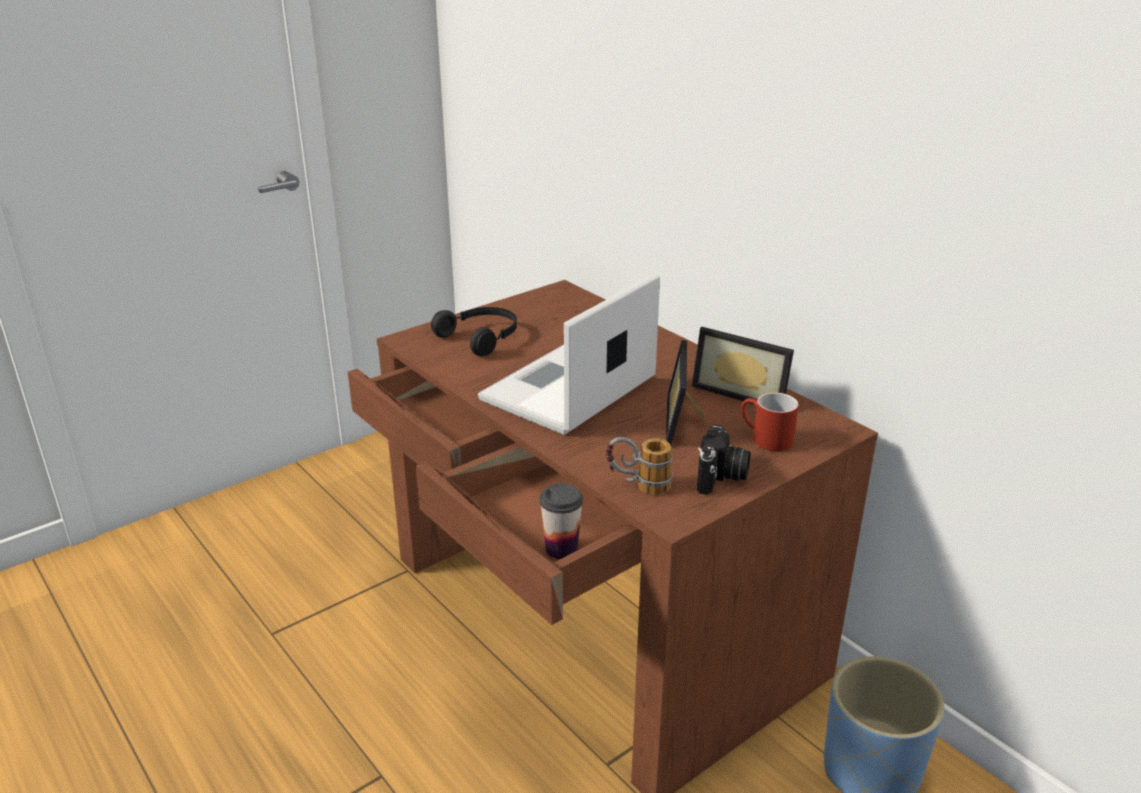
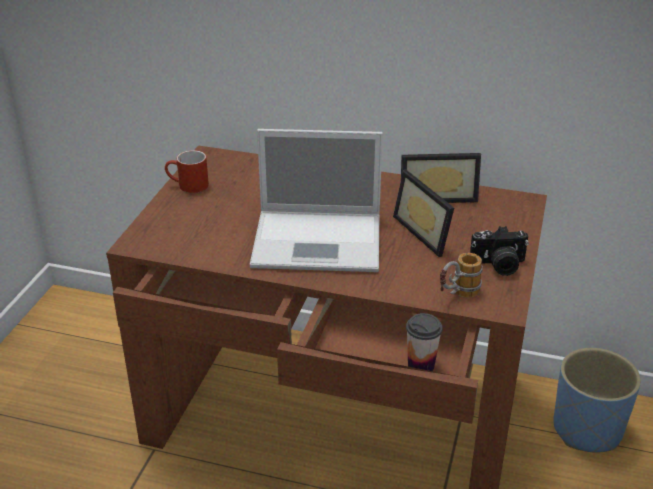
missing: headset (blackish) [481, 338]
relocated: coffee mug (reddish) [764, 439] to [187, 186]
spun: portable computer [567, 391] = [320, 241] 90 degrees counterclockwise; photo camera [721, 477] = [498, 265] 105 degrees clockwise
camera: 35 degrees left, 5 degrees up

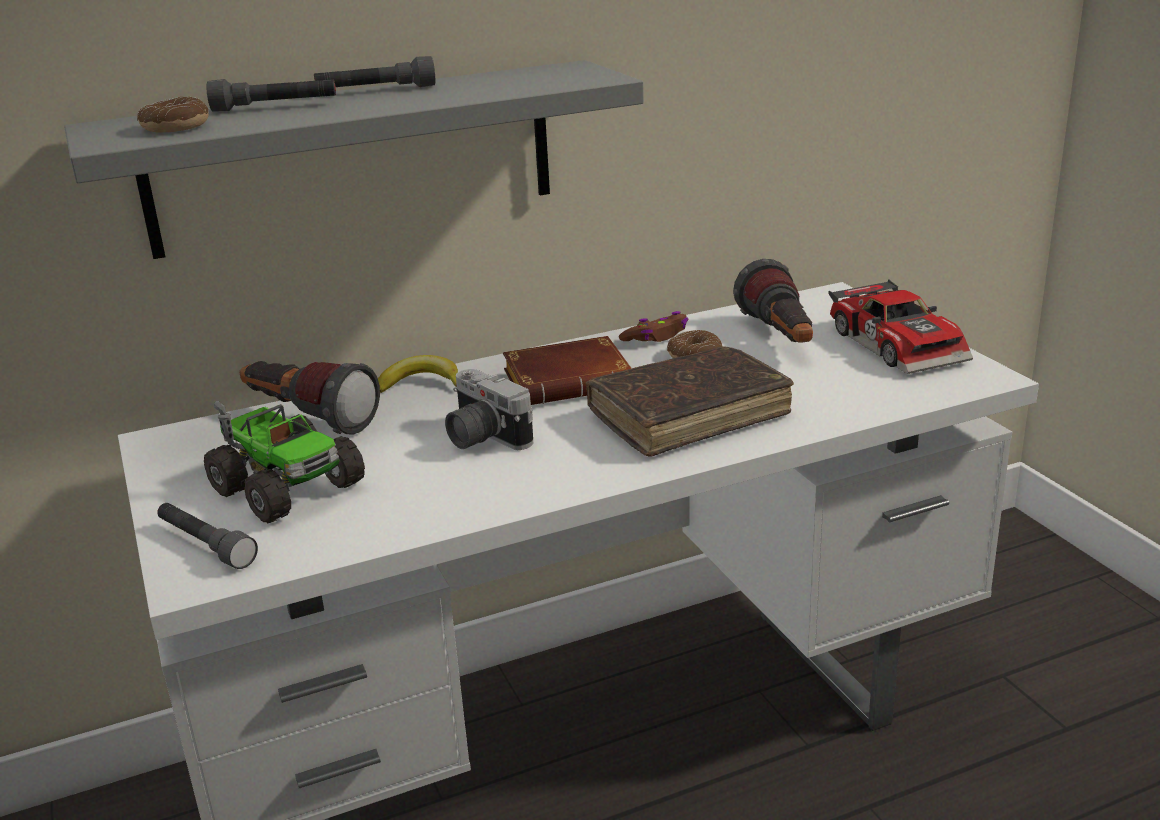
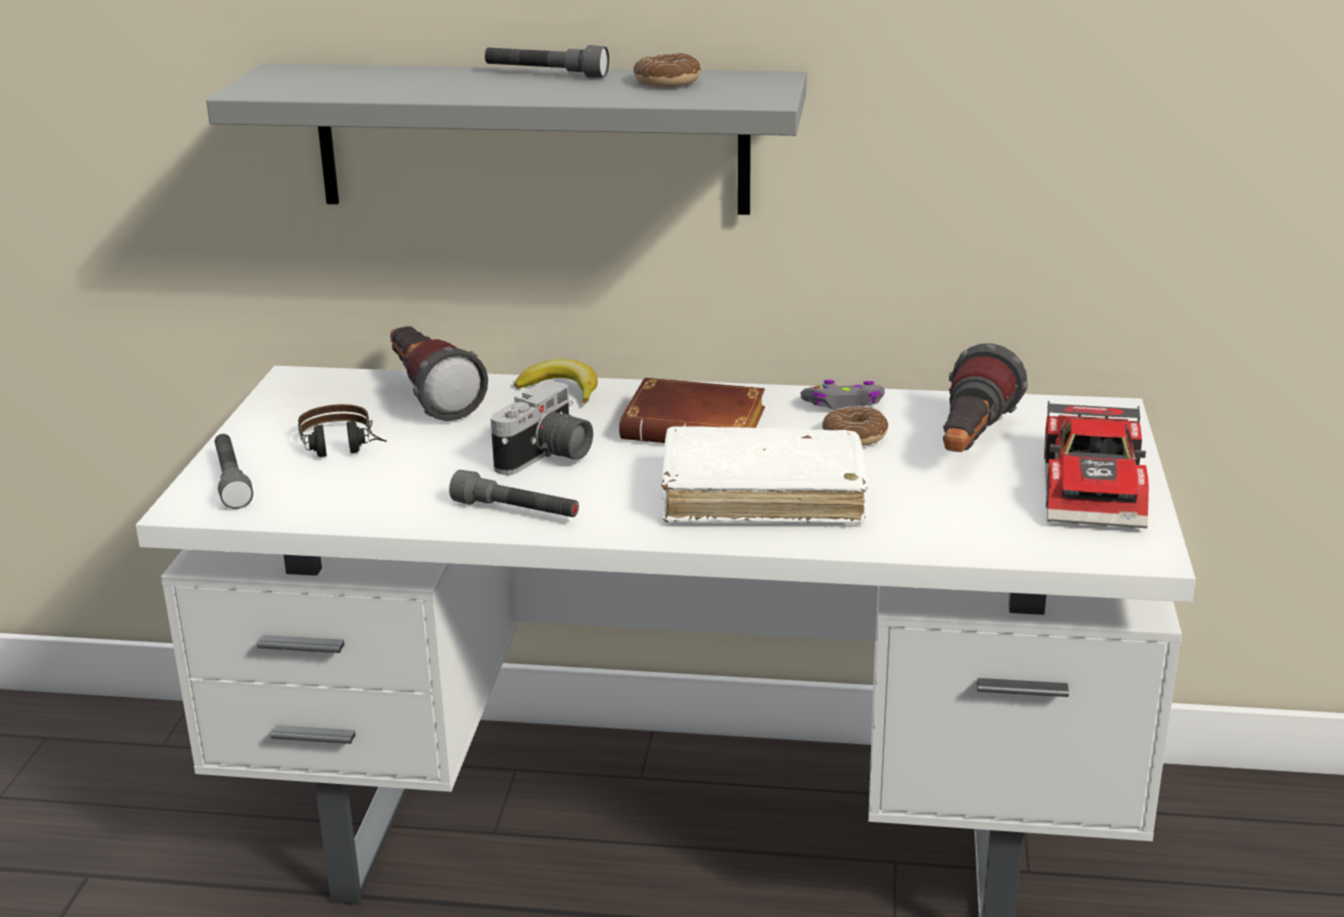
relocated: flashlight (grey) [275, 107] to [516, 512]; donut [176, 127] to [667, 82]
exchanged: model truck [286, 486] to headset [343, 451]
colour: gamepad (brownish) [656, 337] to gamepad (grey) [844, 405]; bound book (brownish) [688, 416] to bound book (whitish) [762, 495]
spun: photo camera [481, 438] = [548, 458] 135 degrees counterclockwise
camera: 30 degrees right, 0 degrees up

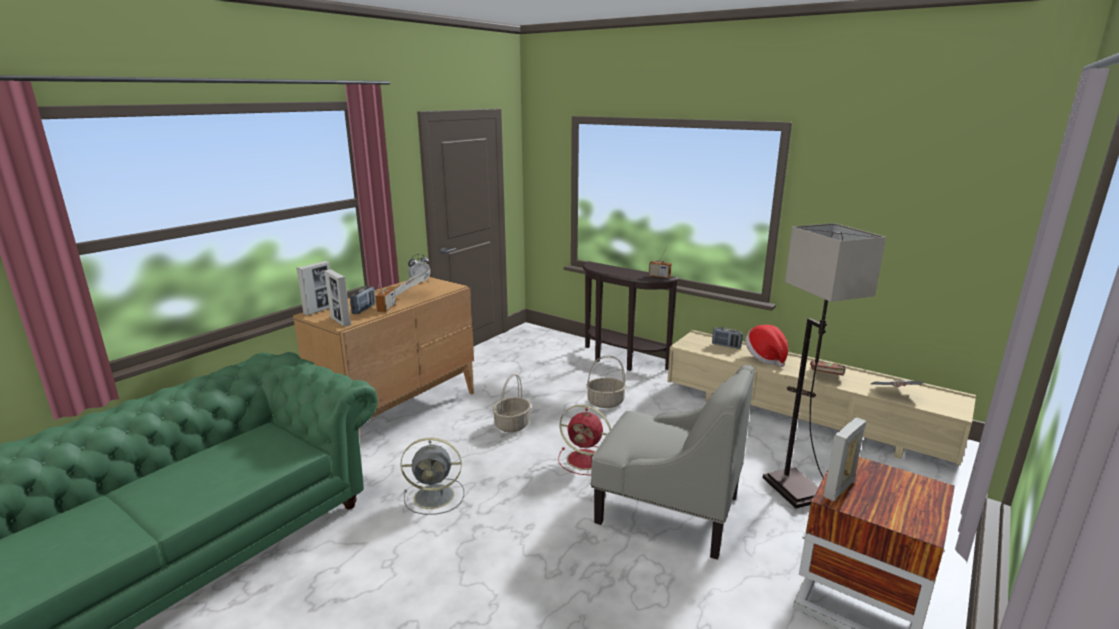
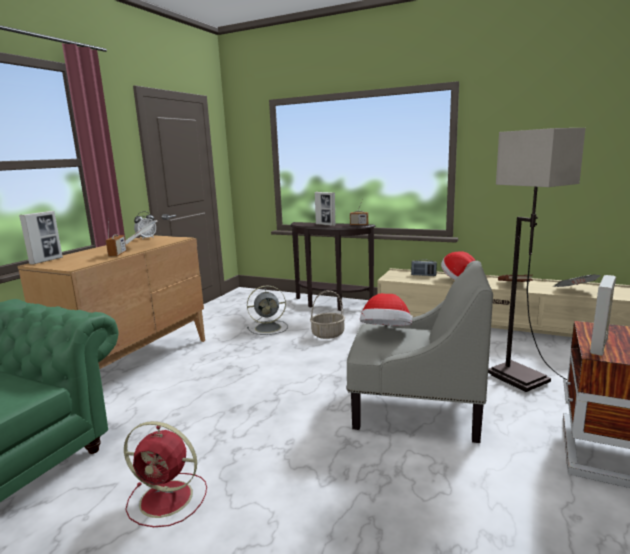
missing: radio receiver [364, 309]; storage basket [512, 424]
appeared: clothing hat [386, 332]
relocated: photo frame [340, 321] to [325, 225]; cooling fan (reddish) [586, 460] to [168, 499]; cooling fan (grey) [436, 496] to [269, 327]
camera: 10 degrees left, 5 degrees down

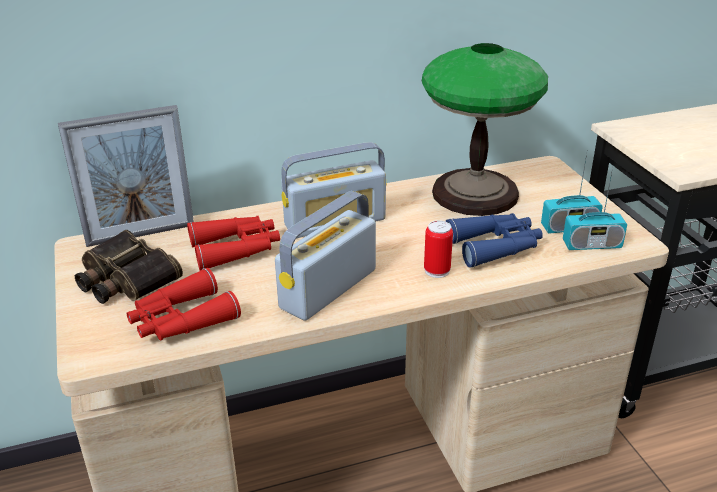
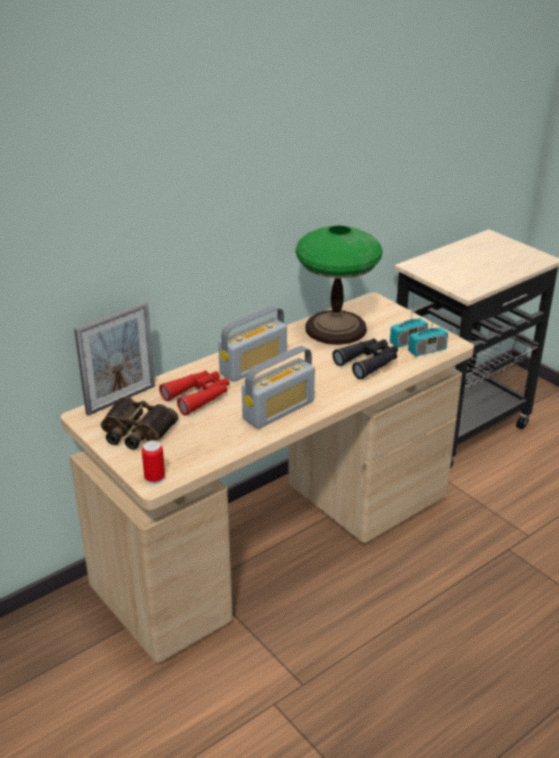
missing: field glasses (reddish) [181, 320]
relocated: can [437, 270] to [154, 478]
colour: field glasses (bluish) [495, 246] to field glasses (blackish) [368, 362]
spun: radio receiver [328, 289] = [279, 410] 150 degrees counterclockwise
camera: 20 degrees left, 0 degrees up

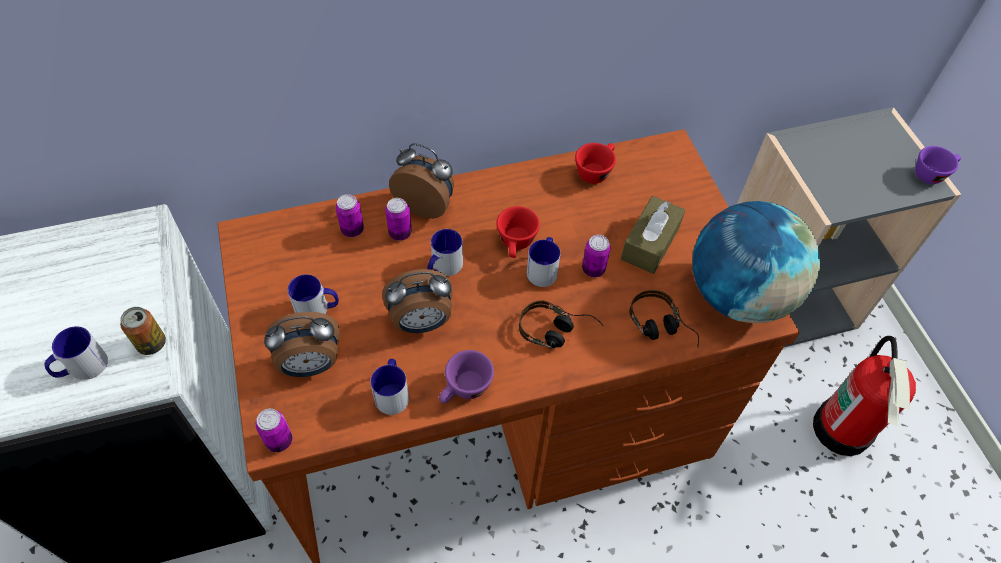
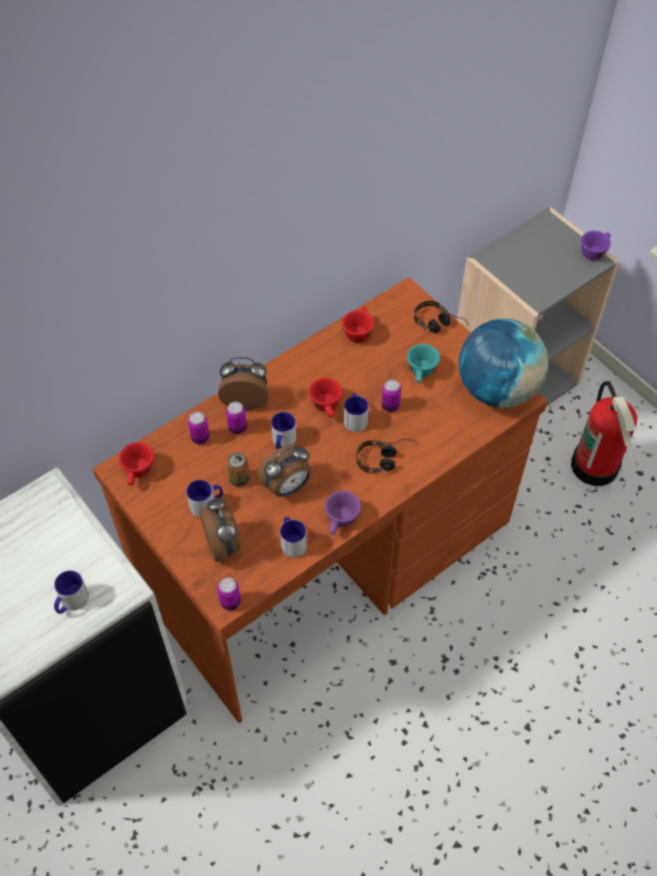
appeared: small cup (reddish) [138, 472]
relocated: headset [661, 330] to [439, 325]; can [151, 343] to [239, 479]
exchanged: box of tissues (brownish) [650, 243] to small cup (turquoise) [421, 373]
spun: bedside clock [310, 365] = [223, 544] 75 degrees counterclockwise
camera: 20 degrees left, 0 degrees up

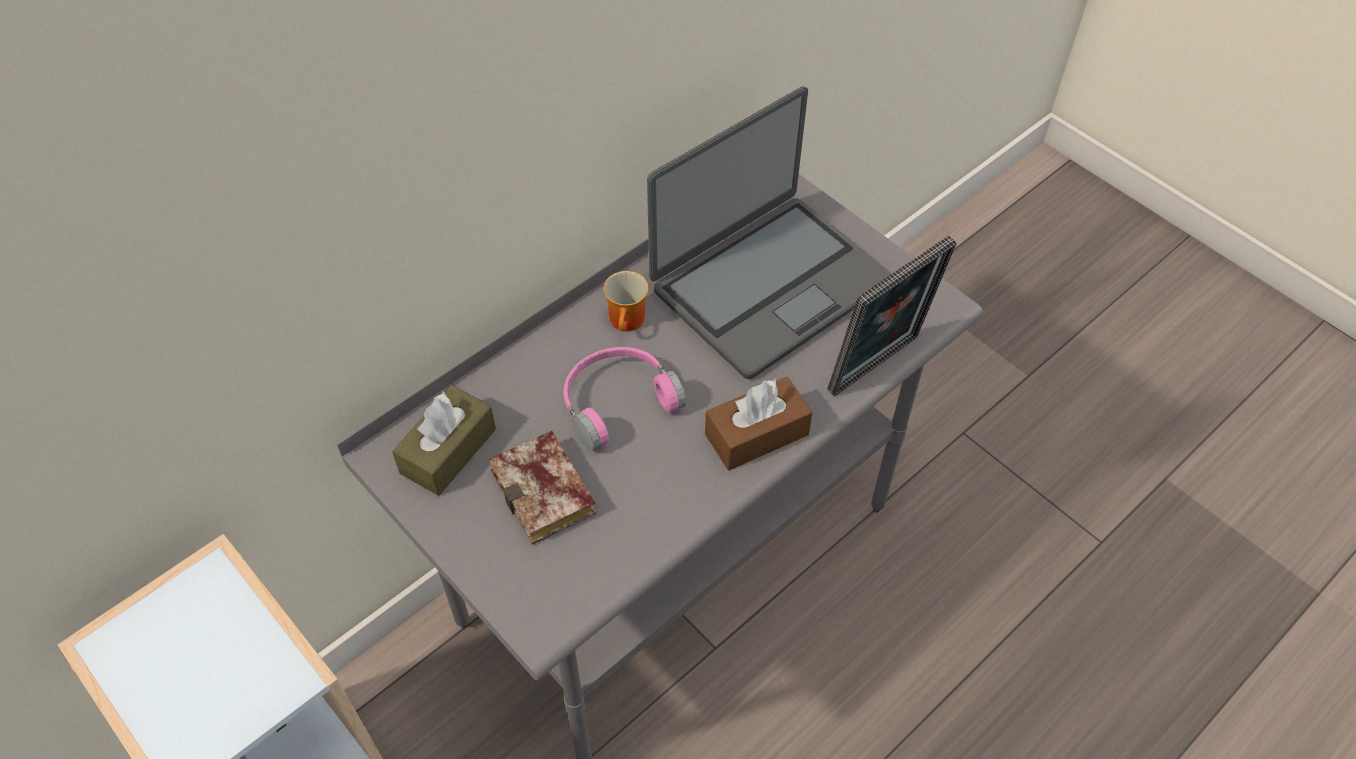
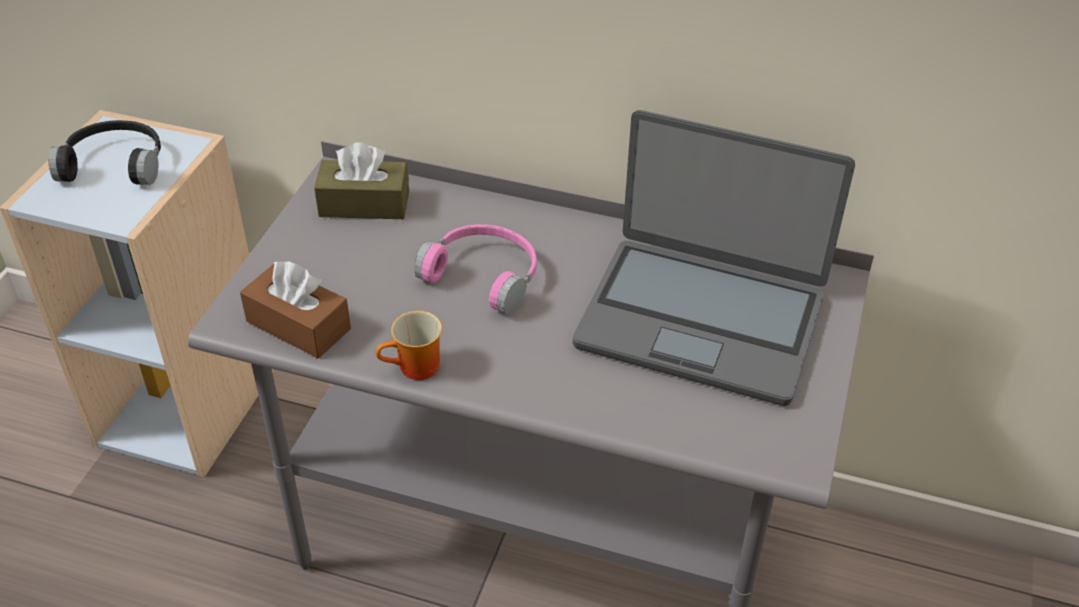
missing: photo frame [878, 368]; bound book [548, 494]
appeared: headset (blackish) [115, 163]
relocated: coffee mug [629, 322] to [416, 369]; box of tissues (brownish) [756, 434] to [298, 325]
camera: 60 degrees right, 10 degrees down

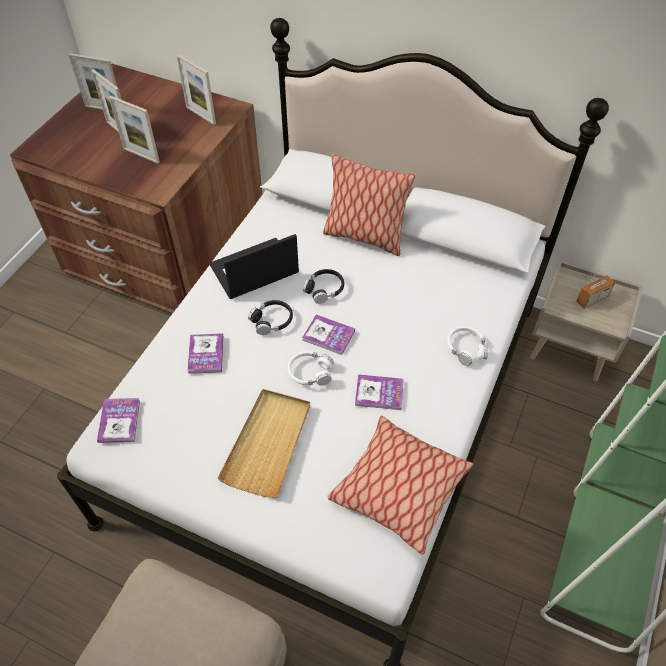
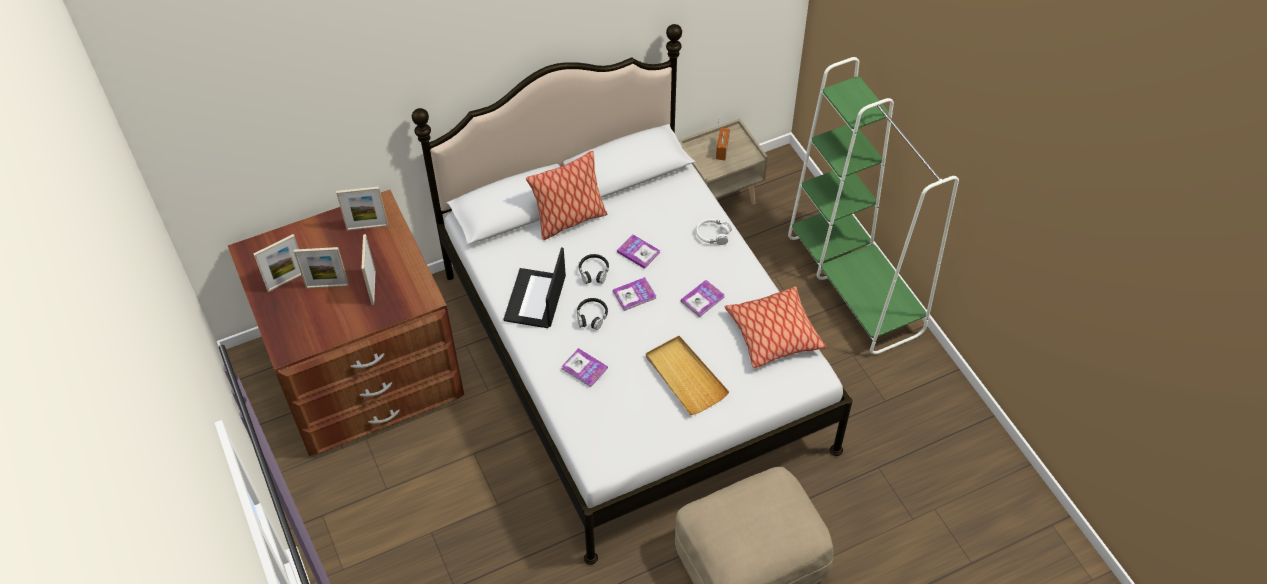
missing: headset (whitish) [310, 372]
relocated: bound book [119, 421] to [638, 252]
spun: photo frame [141, 155] = [373, 288] 105 degrees clockwise
camera: 50 degrees left, 0 degrees up

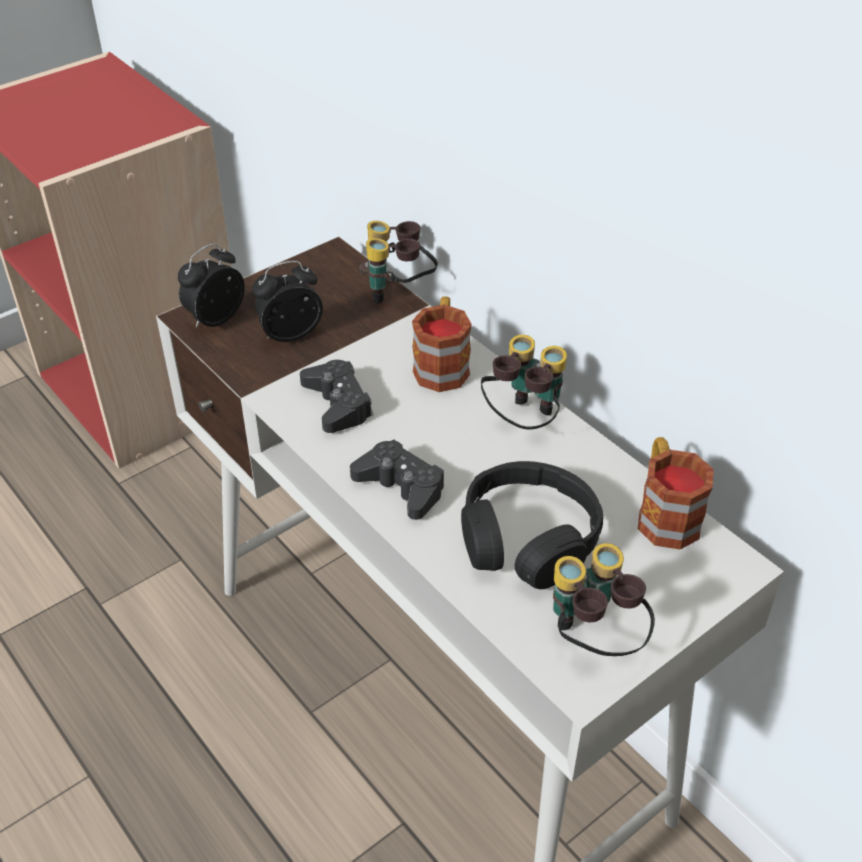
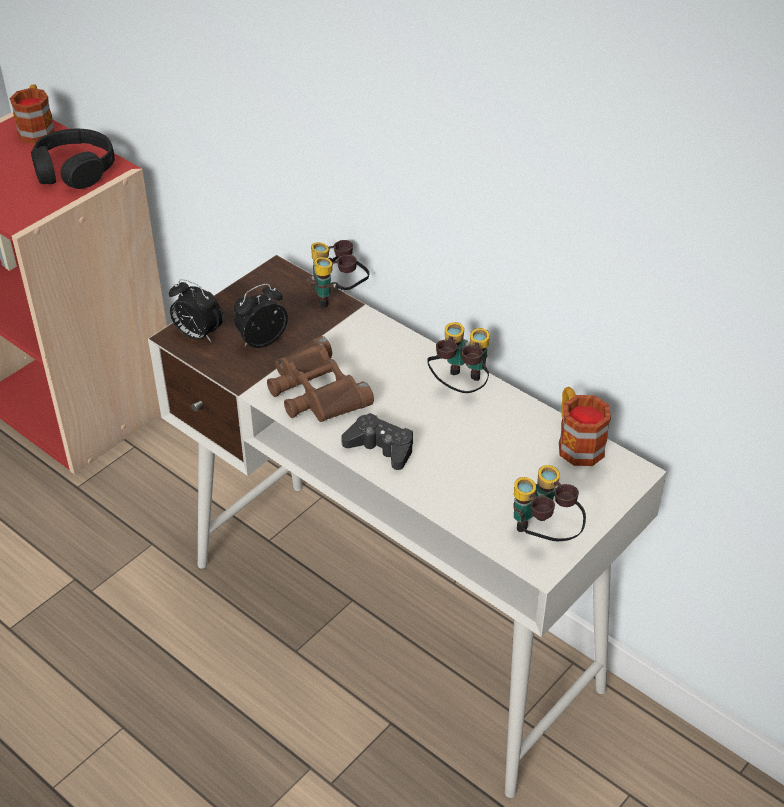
relocated: coffee mug [442, 364] to [37, 129]; headset (blackish) [528, 538] to [74, 170]
exchanged: gamepad (blackish) [338, 404] to field glasses (brownish) [315, 391]
spun: bedside clock [215, 318] = [197, 335] 90 degrees counterclockwise
camera: 10 degrees left, 0 degrees up

